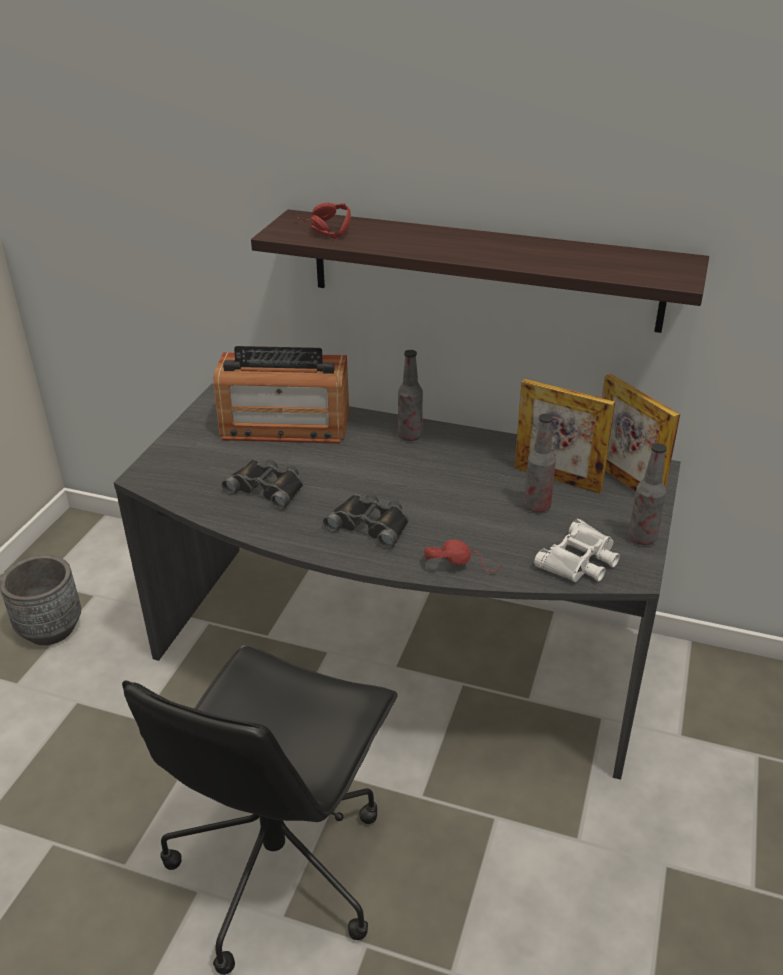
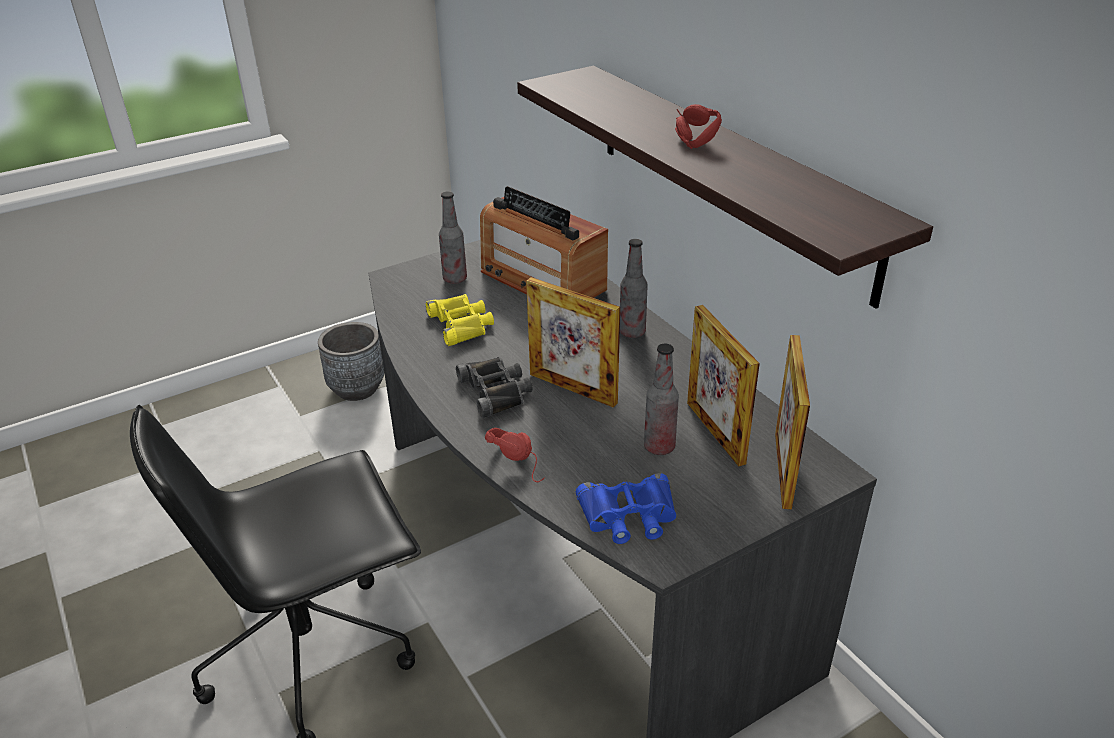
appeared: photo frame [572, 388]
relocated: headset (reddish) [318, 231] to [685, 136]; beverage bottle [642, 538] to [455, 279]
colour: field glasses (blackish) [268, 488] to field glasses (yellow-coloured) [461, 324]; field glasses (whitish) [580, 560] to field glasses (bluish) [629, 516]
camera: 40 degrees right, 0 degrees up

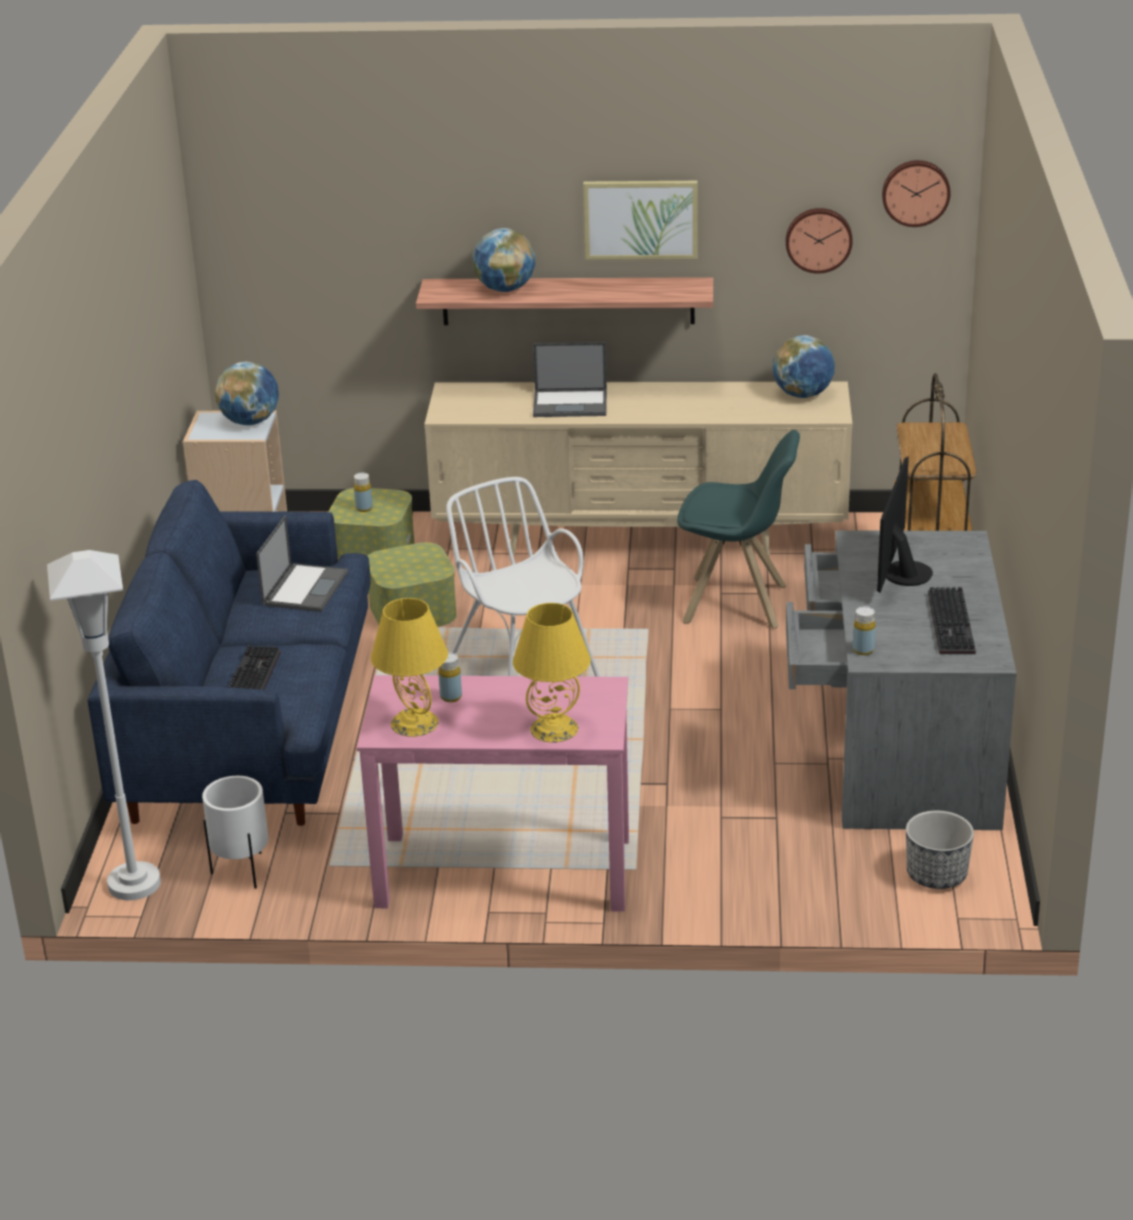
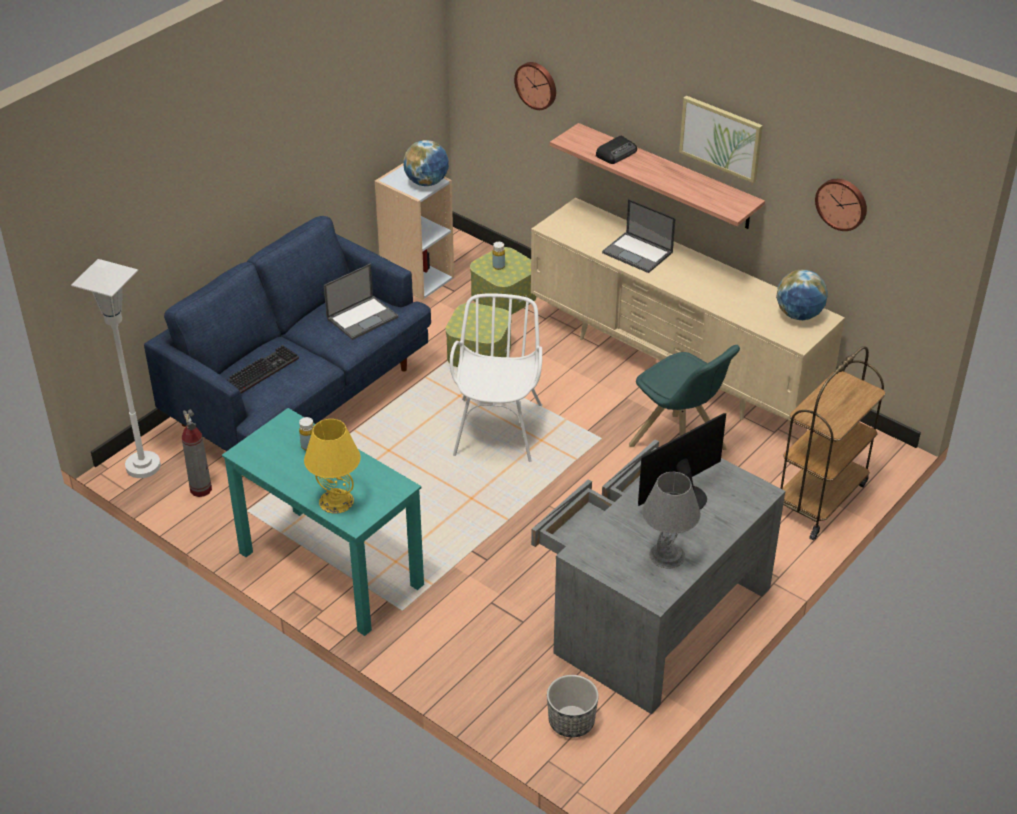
missing: tabletop lamp (yellow-coloured) [413, 723]; beverage bottle (yellow-coloured) [863, 650]
relocated: wall clock [915, 192] to [537, 85]
exchanged: world globe [505, 289] to radio receiver [617, 153]; keyboard [953, 624] to tabletop lamp (grey) [667, 555]; flower pot (whitish) [242, 872] to extinguisher [201, 489]
colour: desk table (pinkish) [502, 871] to desk table (turquoise) [330, 568]
camera: 35 degrees right, 10 degrees up

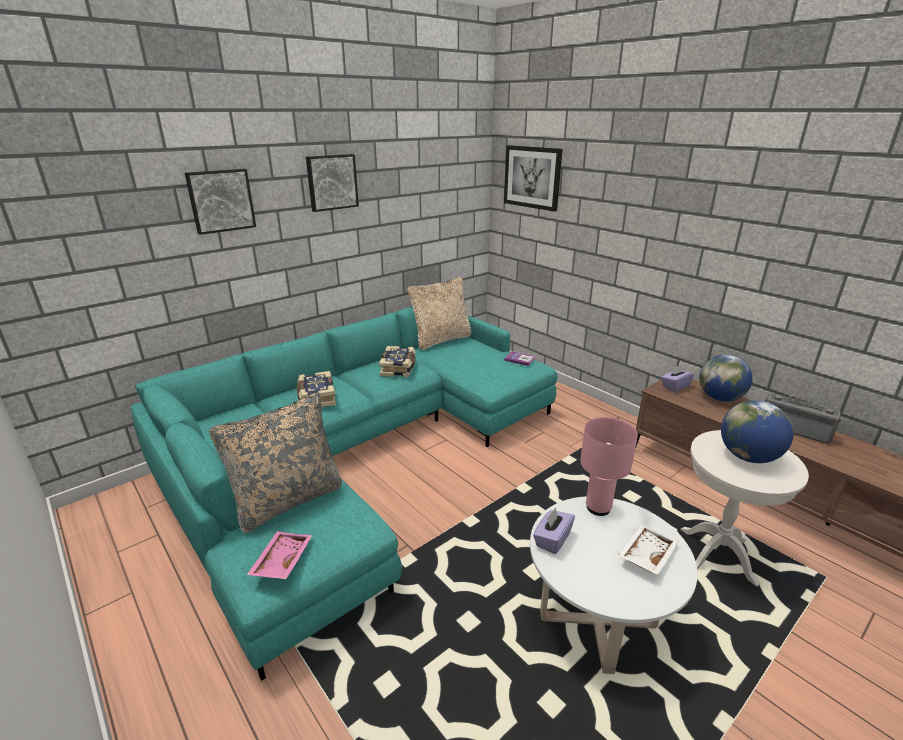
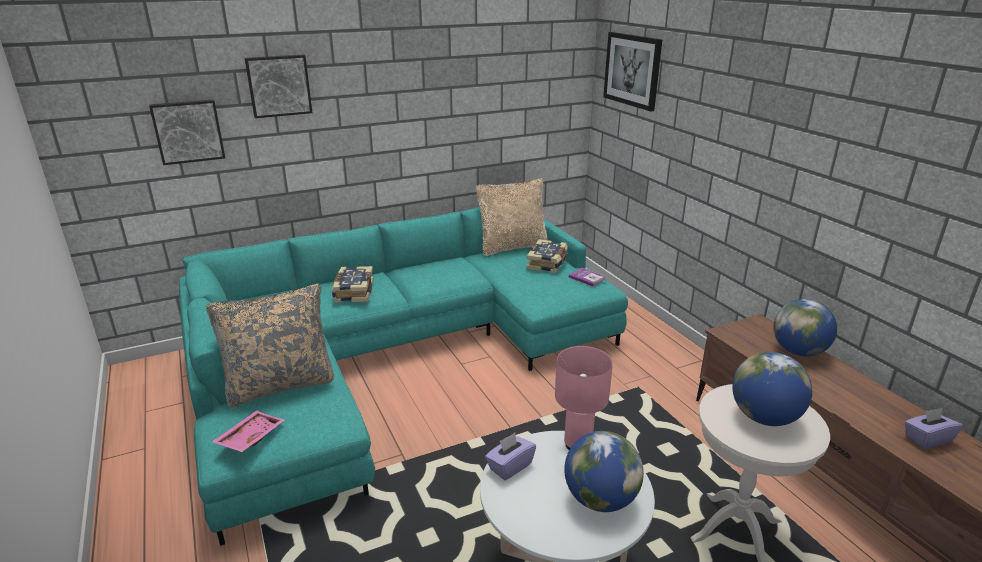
missing: radio receiver [794, 429]
relocated: wall art [331, 182] to [188, 131]; bound book [399, 368] to [548, 263]; box of tissues (purple) [675, 386] to [927, 439]
exchanged: serving tray (whitish) [645, 554] to world globe [600, 499]
camera: 15 degrees right, 0 degrees up

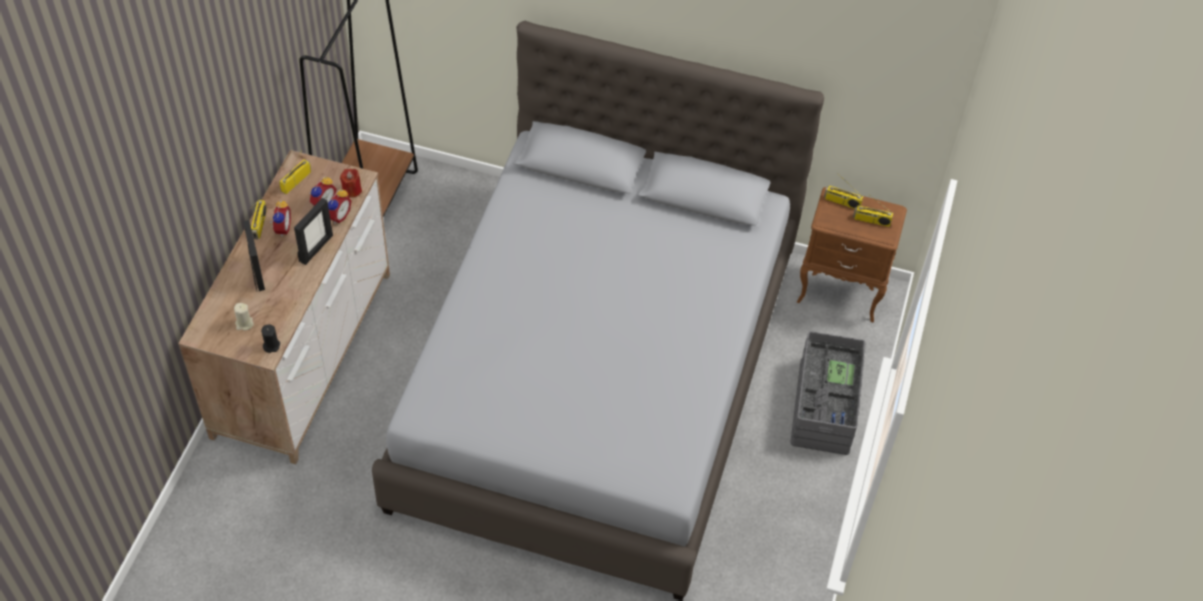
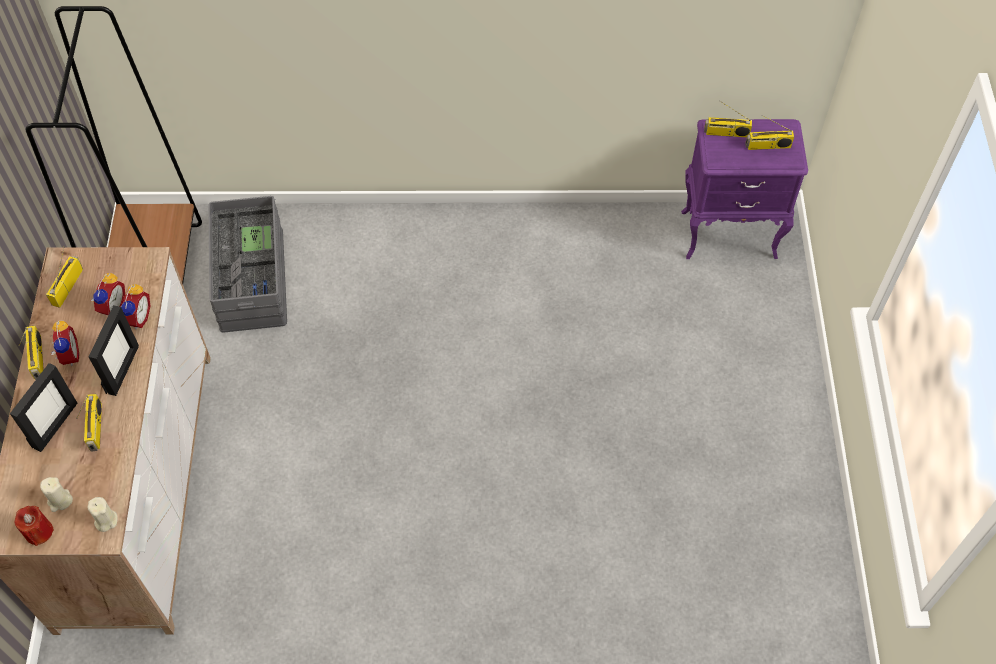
missing: bedroom bed (grey) [598, 377]
appeared: radio receiver [96, 427]
relocated: wax candle (reddish) [352, 190] to [39, 532]; storage box (grey) [826, 405] to [253, 278]
colour: nightstand (brownish) [840, 292] to nightstand (purple) [729, 234]; wax candle (blackish) [271, 345] to wax candle (beige) [106, 520]
spun: photo frame [257, 273] = [55, 425] 60 degrees clockwise
camera: 15 degrees left, 5 degrees up

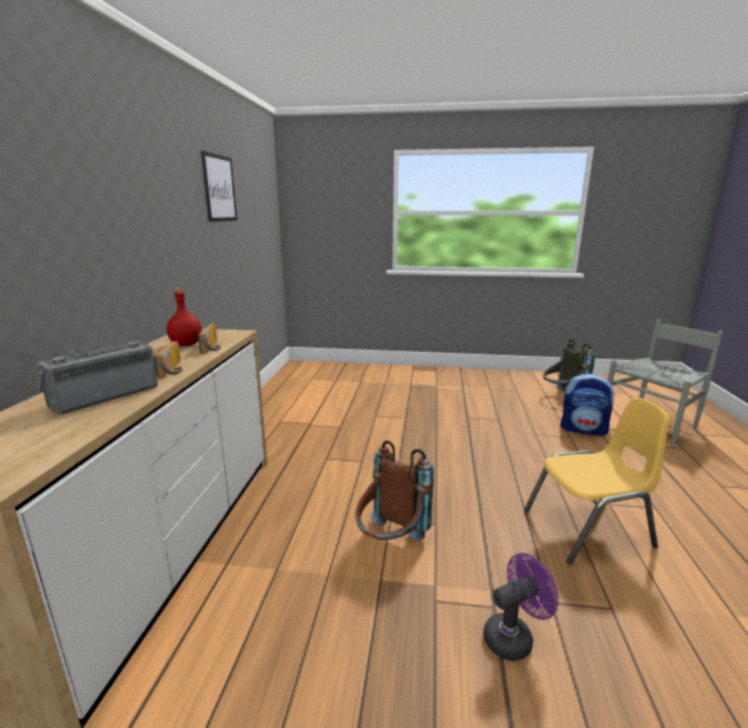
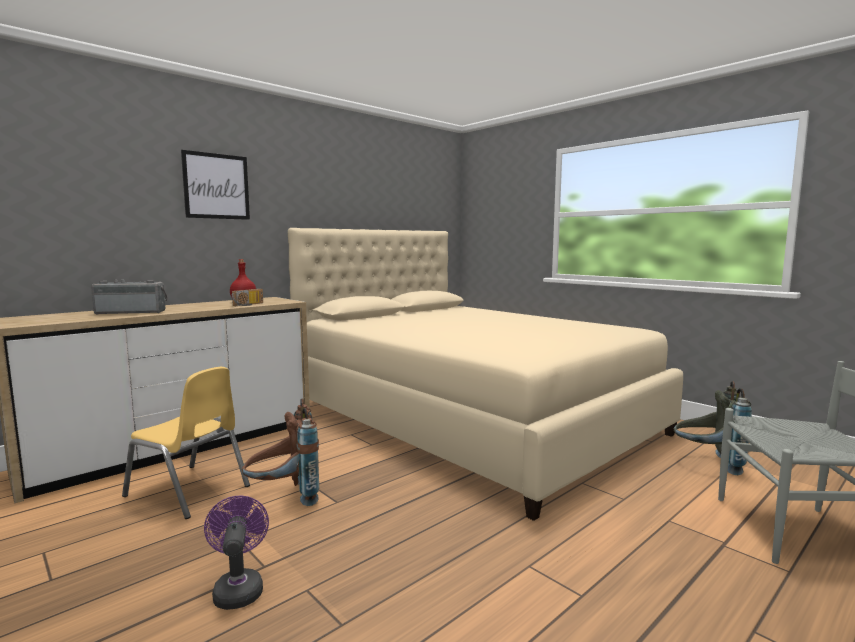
missing: radio receiver [174, 369]; backpack [583, 429]
appeared: bedroom bed (beige) [469, 419]
relocated: wall art [219, 188] to [216, 186]; upright chair (yellow-coloured) [588, 529] to [188, 491]
spun: cooling fan (purple) [513, 636] = [238, 588] 120 degrees counterclockwise
camera: 40 degrees right, 10 degrees down

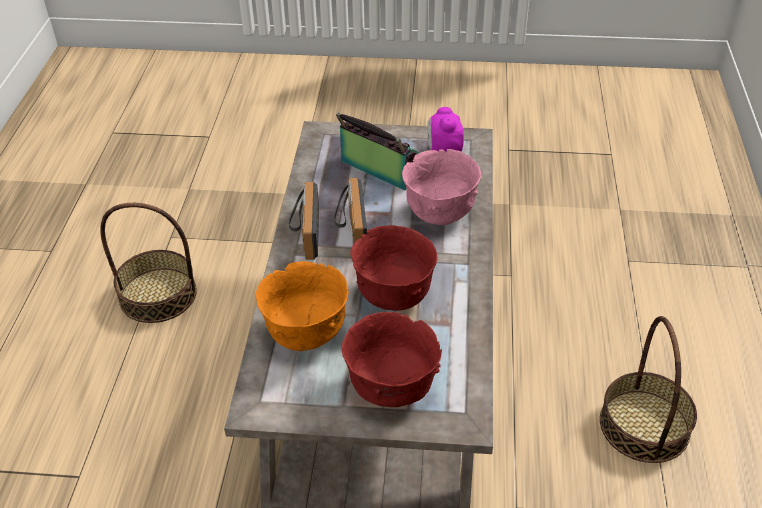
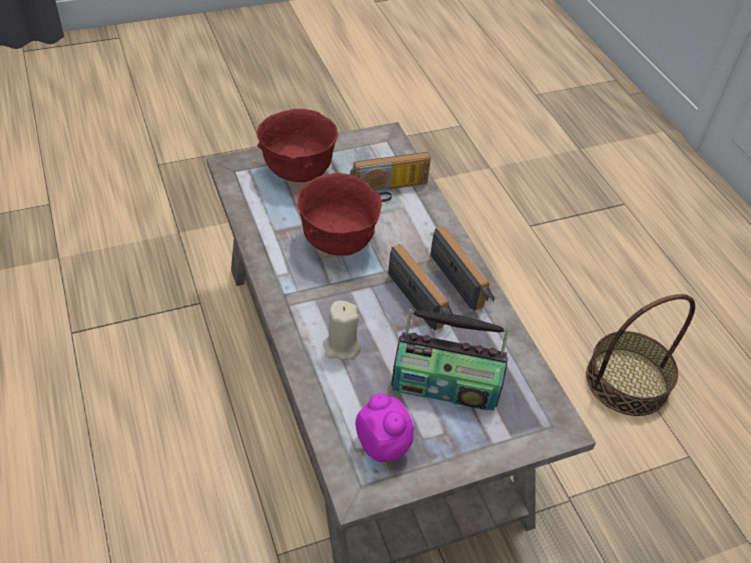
missing: storage basket [644, 426]
exchanged: deep dish (pinkish) [440, 213] to wax candle (beige) [341, 346]; deep dish (orange-coloured) [306, 334] to radio receiver [389, 191]
camera: 150 degrees right, 5 degrees up

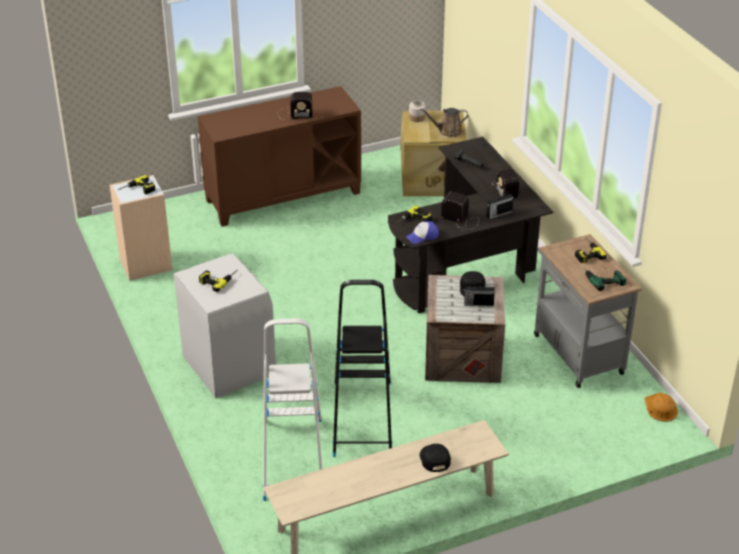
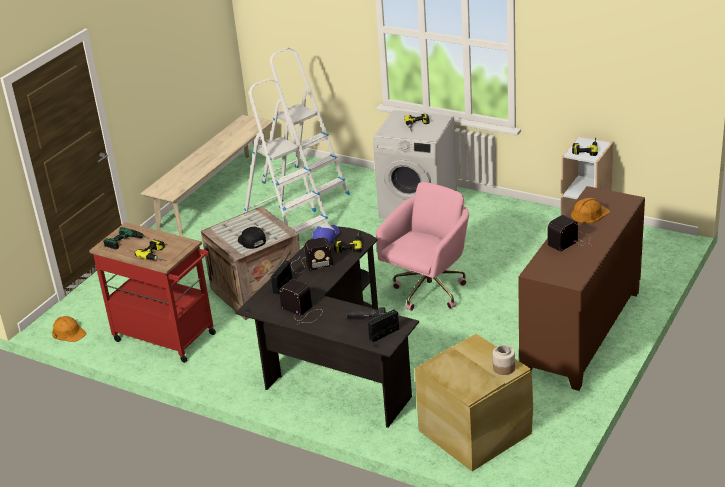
missing: watering pot (brownish) [448, 131]; cap (blackish) [434, 459]
appeared: office chair (pinkish) [428, 294]; hard hat (orange-coloured) [589, 214]
relocated: radio receiver [478, 304] to [384, 334]
colour: trolley (grey) [576, 353] to trolley (reddish) [167, 338]; step stool (blackish) [362, 417] to step stool (whitish) [287, 224]
camera: 145 degrees right, 5 degrees down

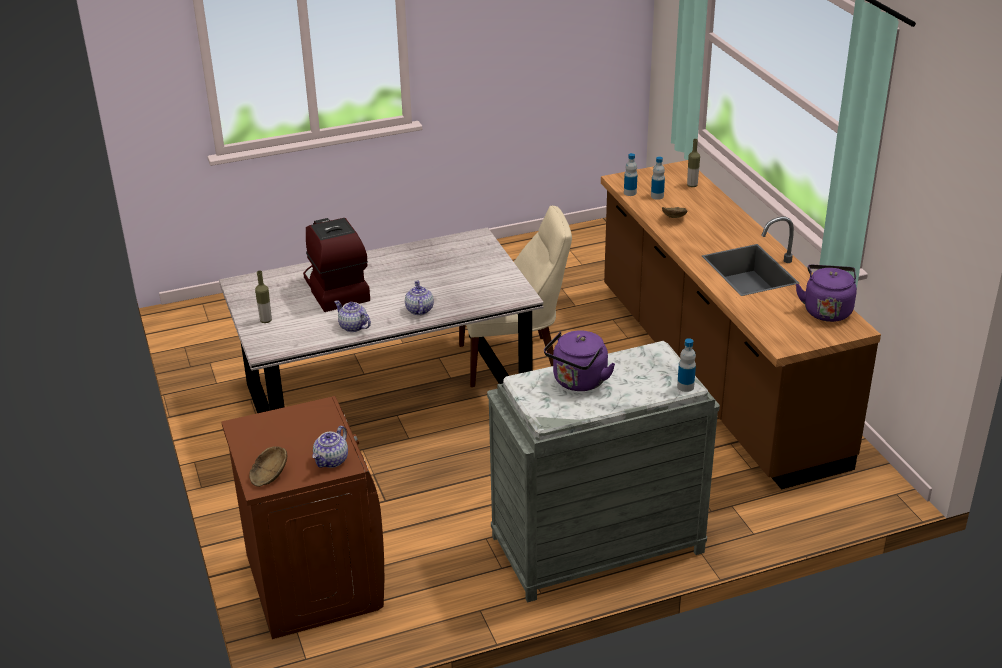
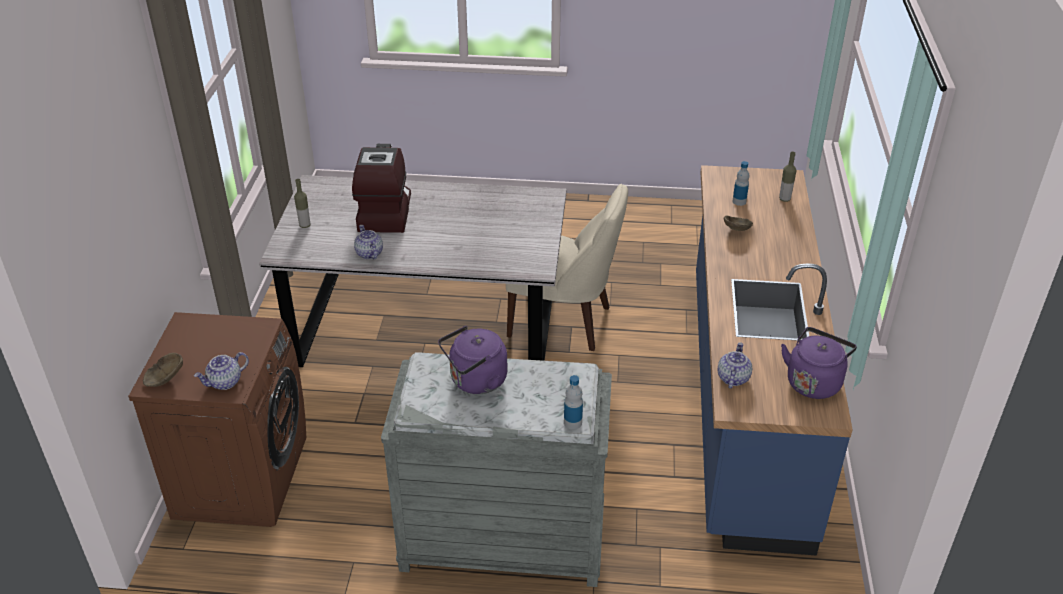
missing: beverage bottle [630, 193]
relocated: tea pot [419, 310] to [732, 378]
colour: counter (brownish) [715, 375] to counter (bluish) [744, 401]
camera: 25 degrees right, 5 degrees up

